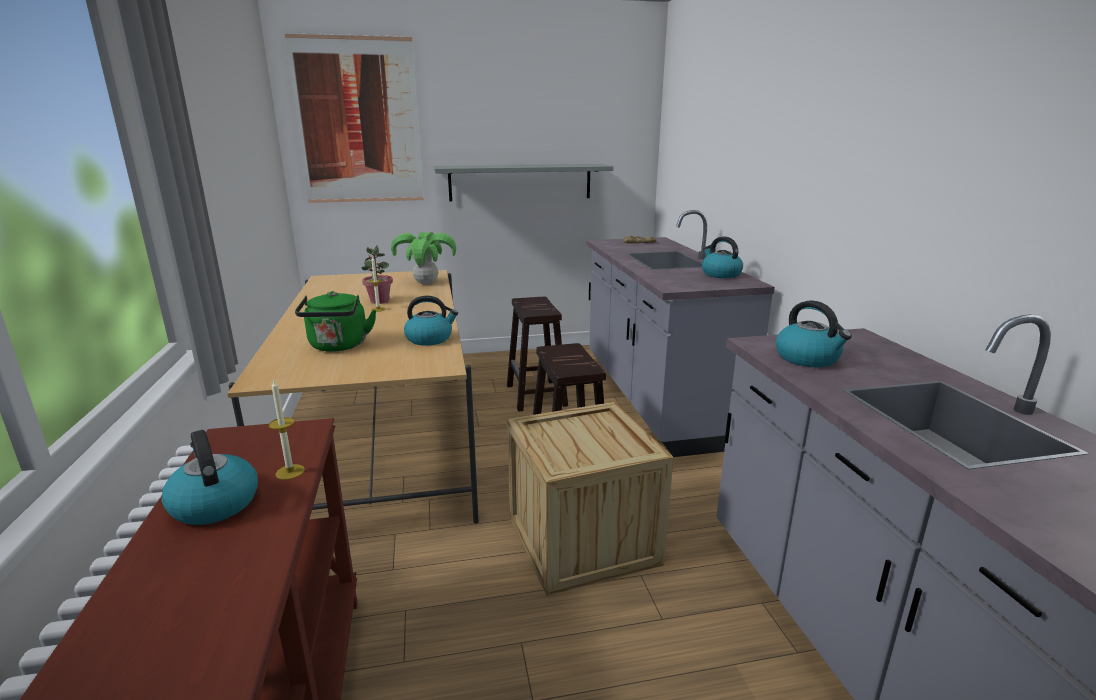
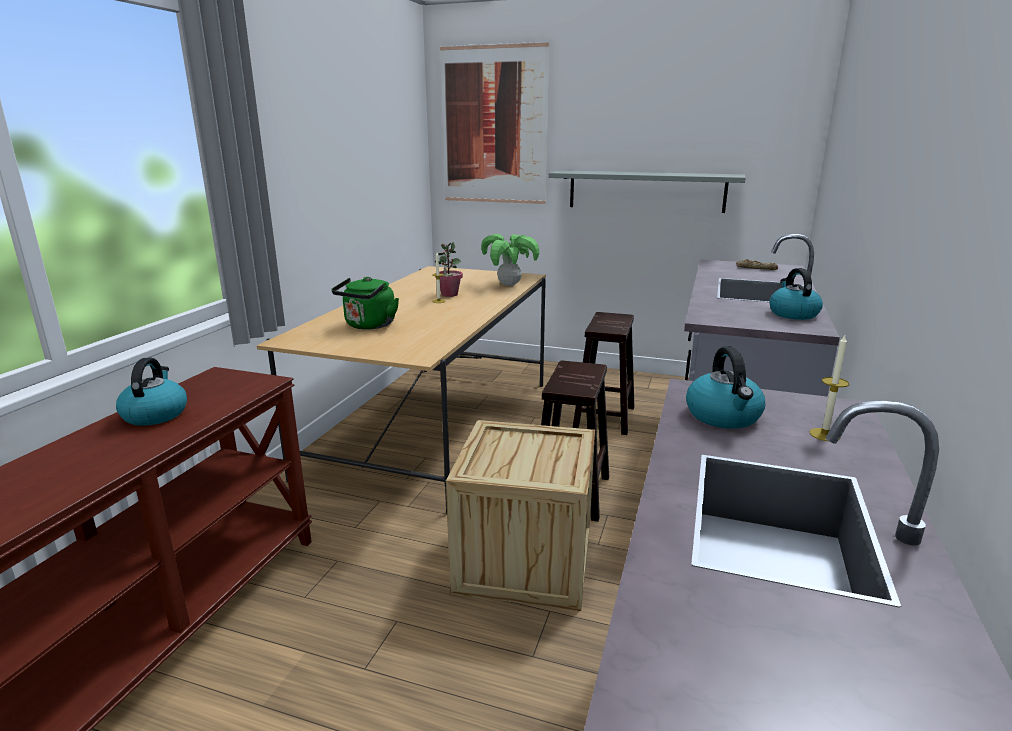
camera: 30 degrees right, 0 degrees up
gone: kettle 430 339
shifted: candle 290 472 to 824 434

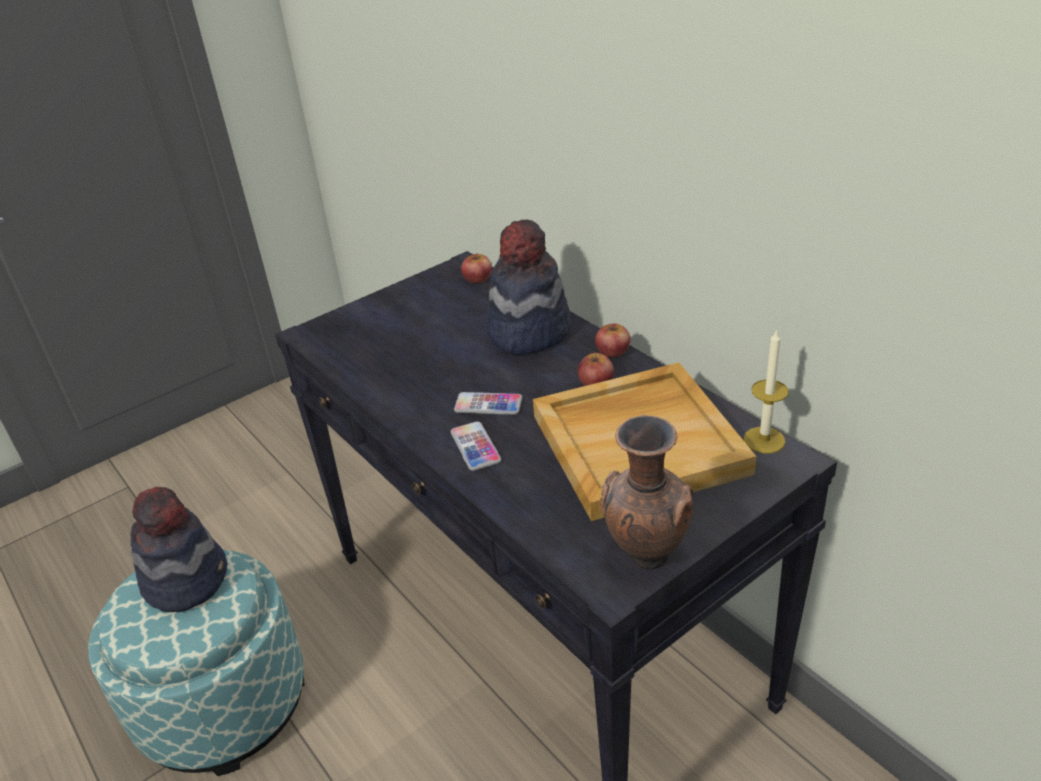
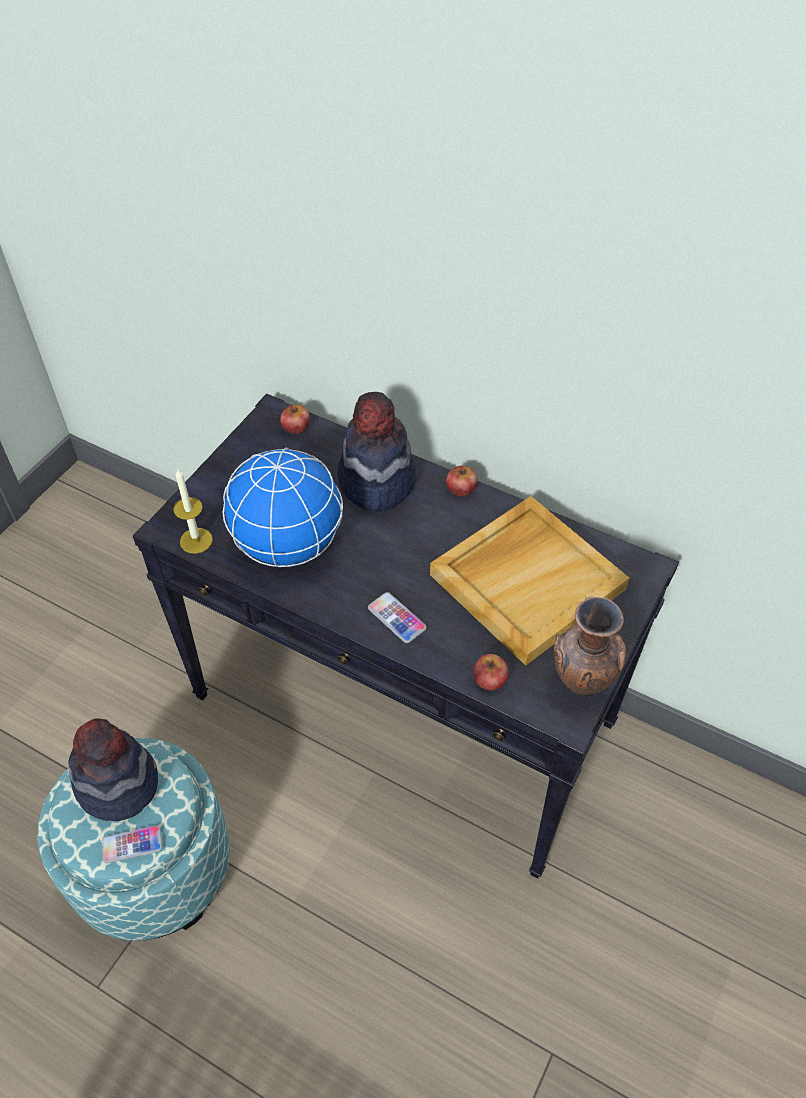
camera: 25 degrees left, 15 degrees up
new: globe 288 544
shifted: phone 488 405 to 132 844; apple 596 382 to 489 679; candle 764 440 to 196 540

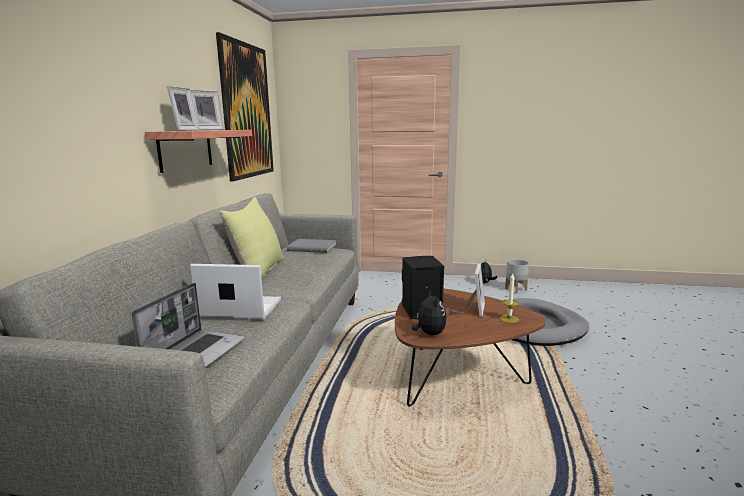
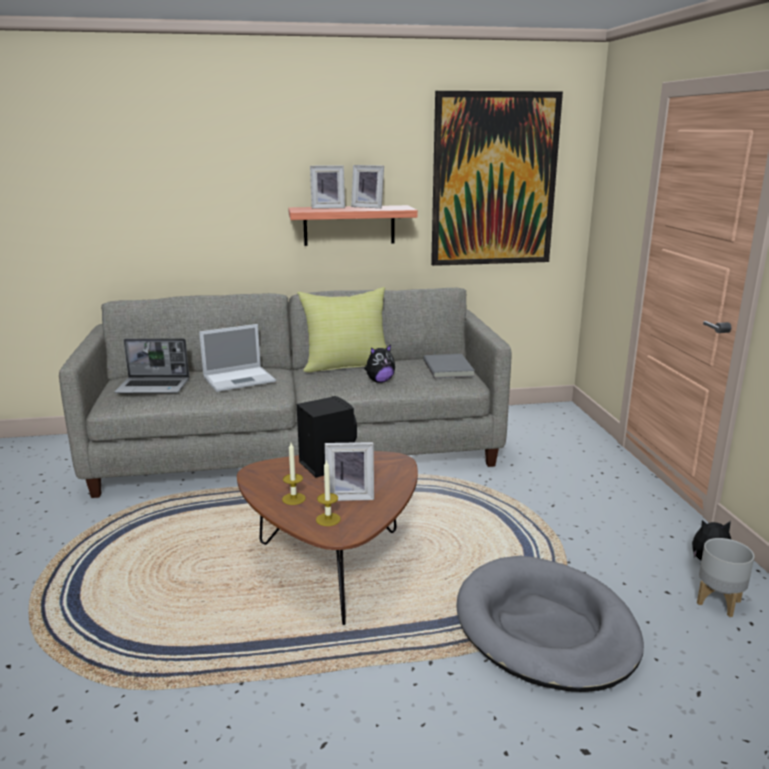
camera: 70 degrees right, 5 degrees up
new: candle 293 499
shifted: plush toy 429 334 to 379 381
rotated: laptop 239 308 = 240 379 75 degrees clockwise

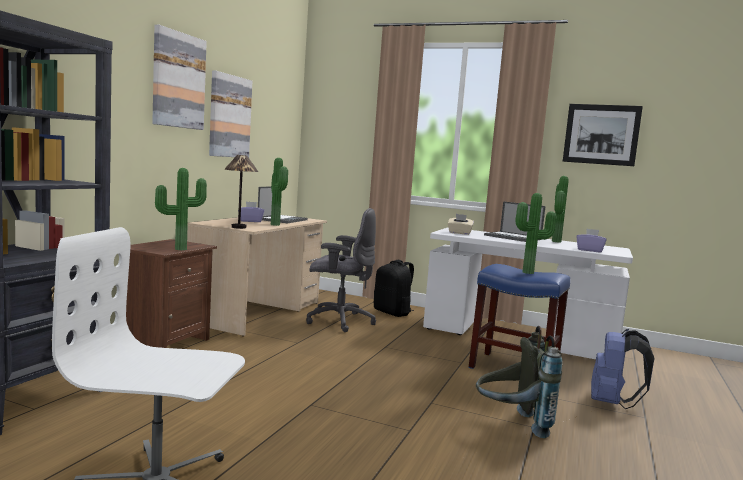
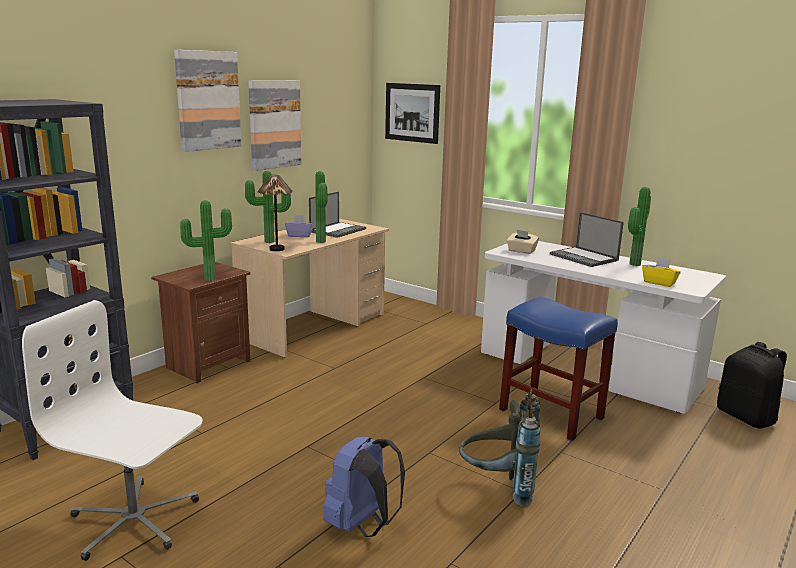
camera: 15 degrees right, 10 degrees up
gone: grey office chair 339 321
shifted: black backpack 393 313 to 747 417; potted plant 529 273 to 269 242; picture 601 134 to 412 112; blue backpack 612 403 to 362 525
repainted: purple tissue box 589 250 to yellow tissue box 659 283

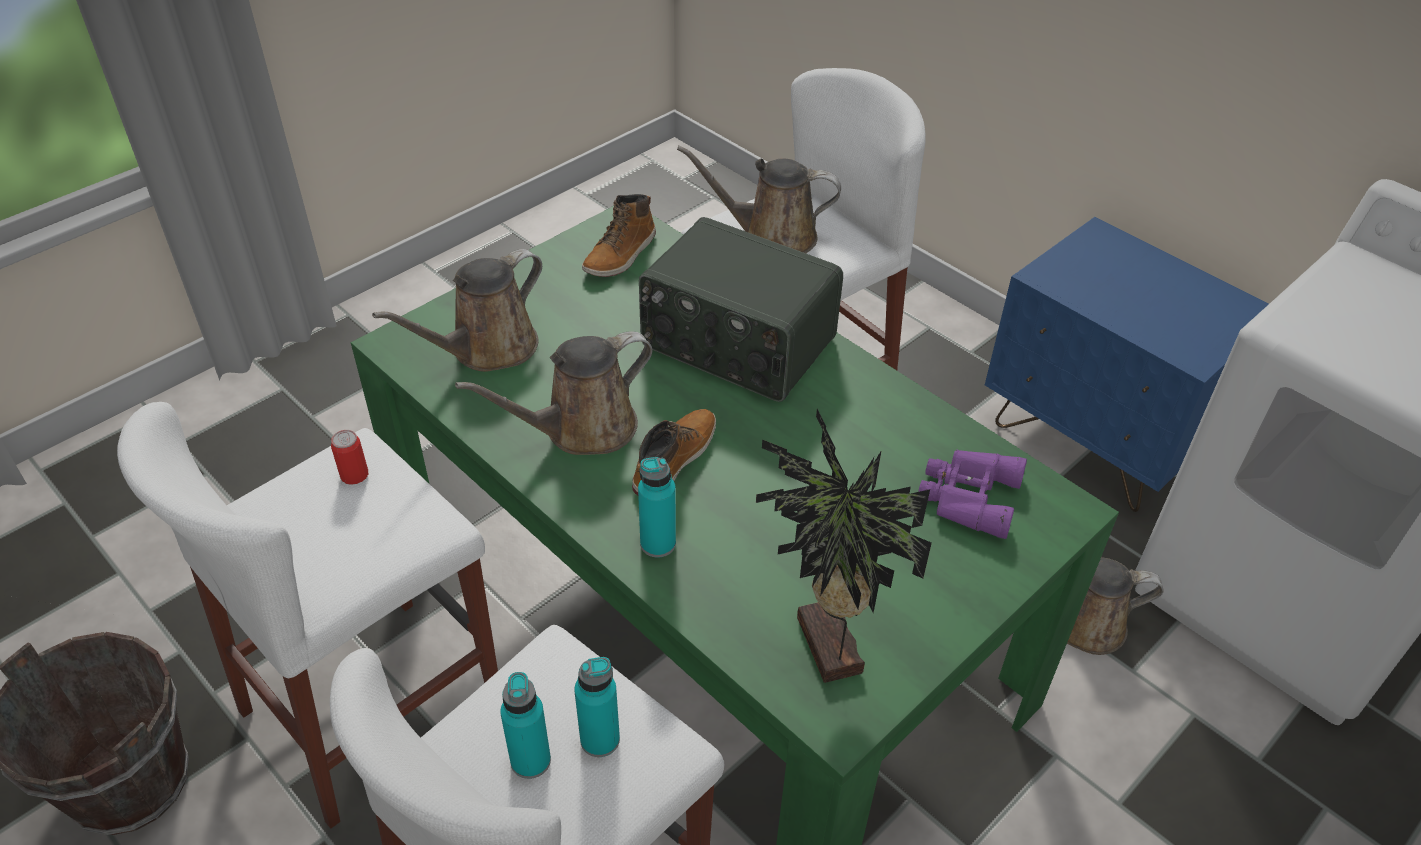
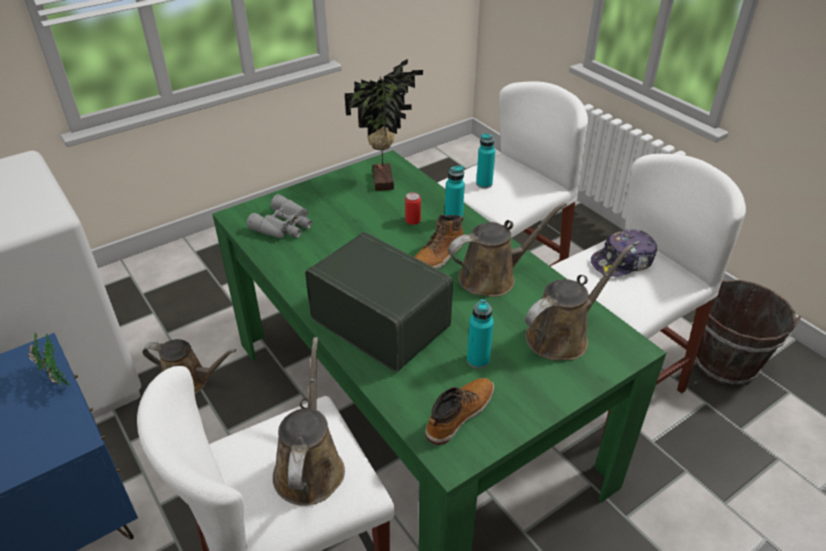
camera: 170 degrees left, 5 degrees down
new: potted plant 57 381; cap 623 262
shifted: can 354 475 to 412 220; turquoise bottle 530 760 to 478 360
repainted: purple binoculars 967 496 to grey binoculars 285 225
rotated: brown watering can 771 236 = 310 466 105 degrees counterclockwise

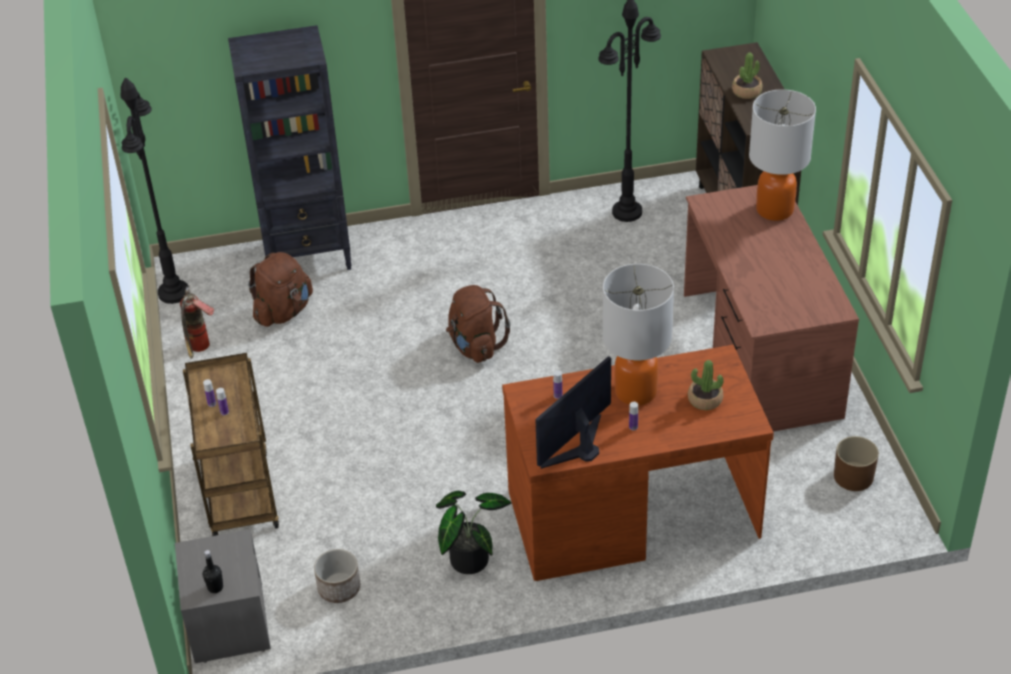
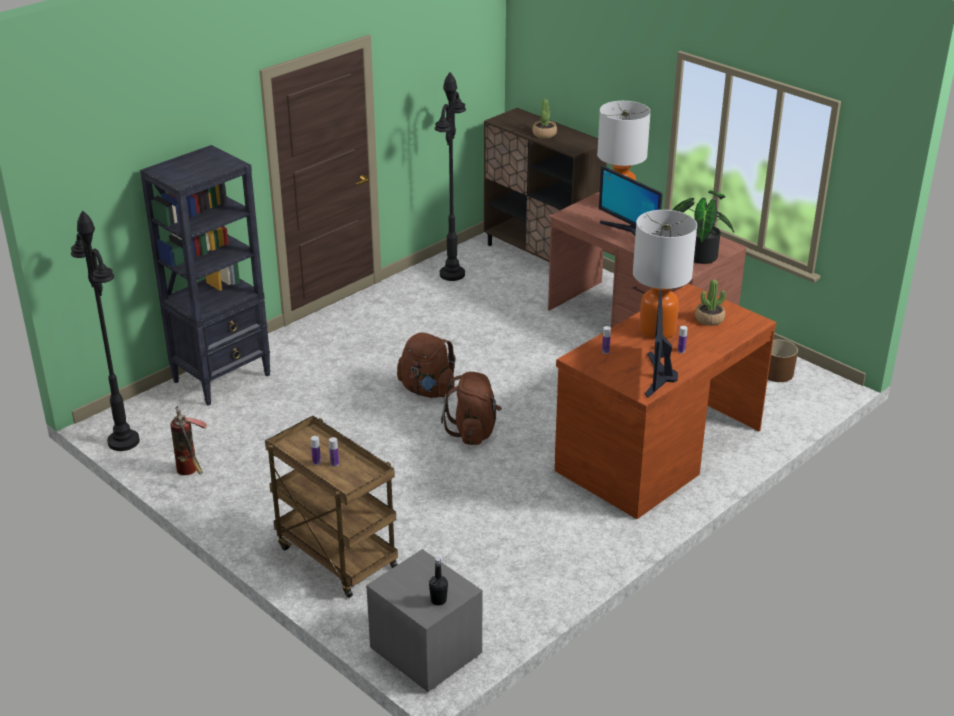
camera: 35 degrees left, 10 degrees down
gone: planter 338 588
new: monitor 629 232
shifted: brown backpack 283 312 to 473 432; potted plant 469 556 to 699 255

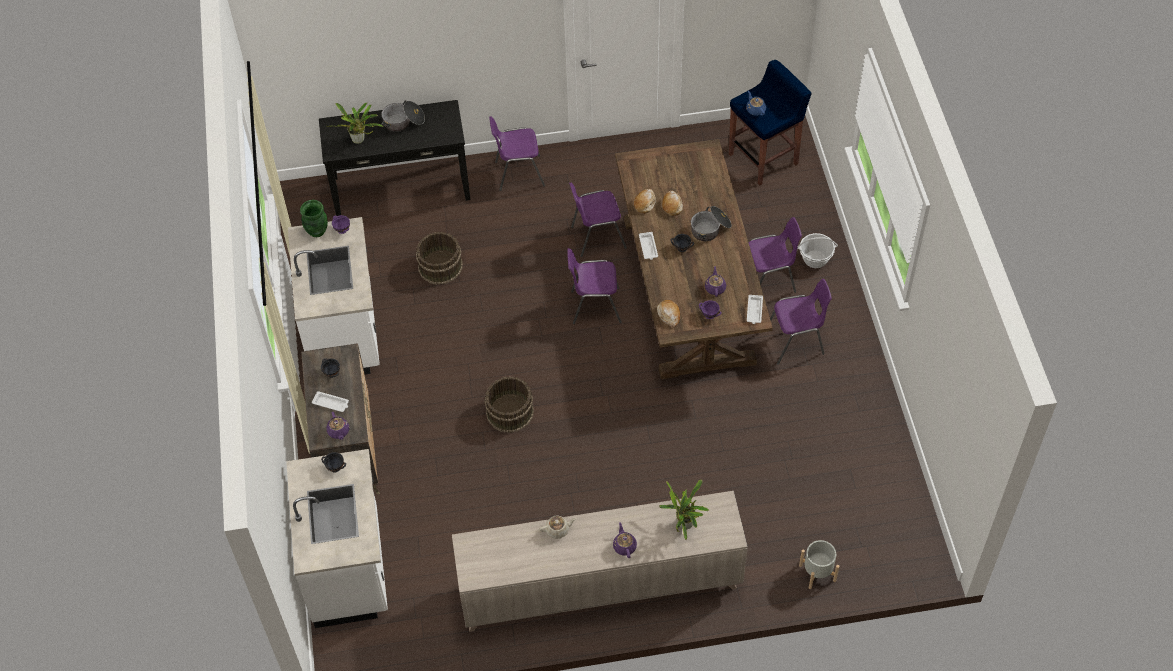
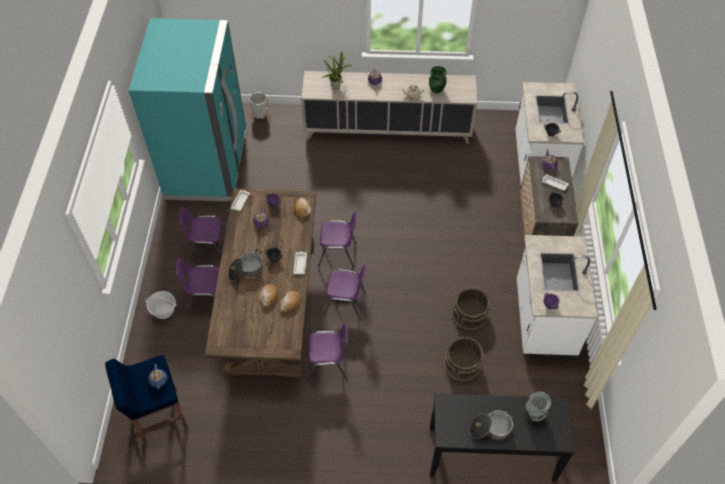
camera: 170 degrees left, 0 degrees up
new: turquoise fridge 207 165
shifted: green vase 316 231 to 436 90; brown bucket 509 412 to 470 314; purple chair 518 173 to 338 255
swapped: potted plant 359 140 to grey vase 534 415

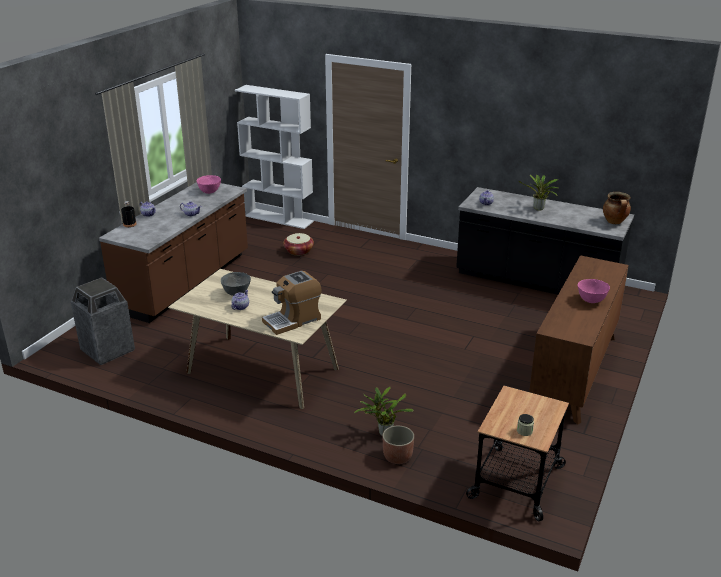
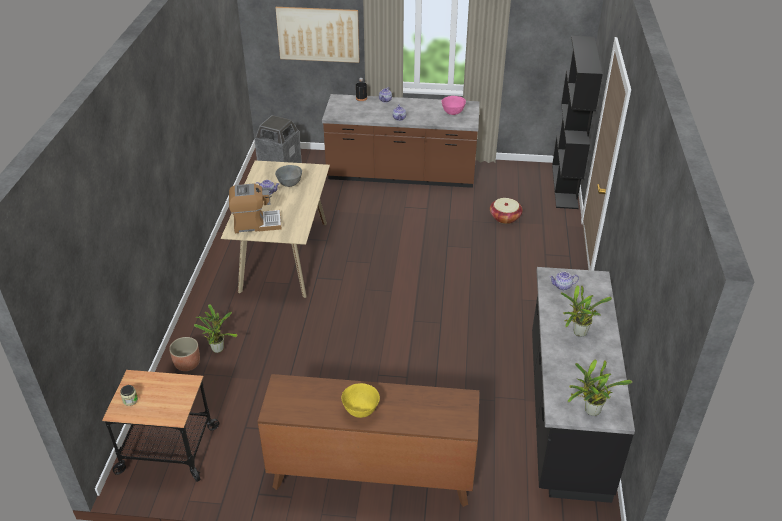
camera: 70 degrees right, 10 degrees up
new: picture 318 34
swapped: cooking pot 615 222 to potted plant 589 411
repainted: white bookcase 279 218 to black bookcase 565 186; pink bowl 591 300 to yellow bowl 361 410
rotated: coffee machine 293 320 = 256 223 135 degrees clockwise

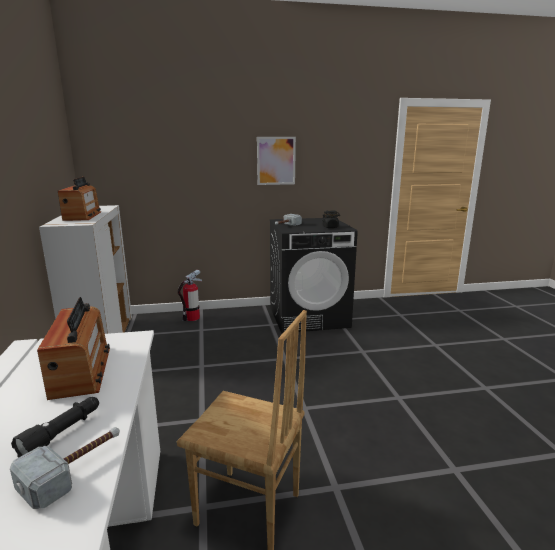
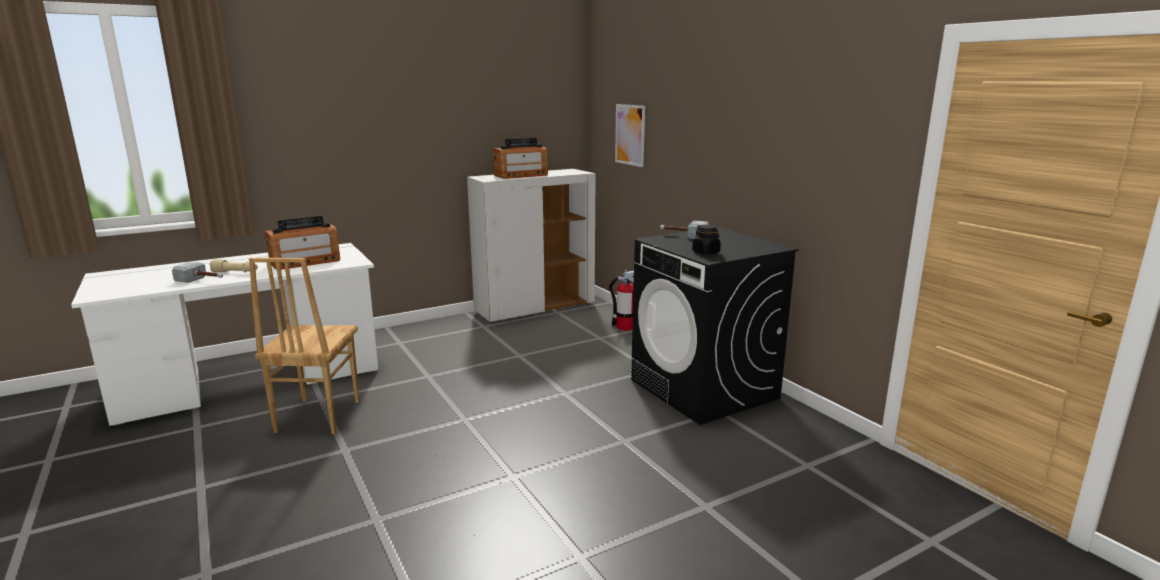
camera: 70 degrees right, 0 degrees up
shifted: picture 276 161 to 630 135
repainted: black flashlight 62 433 to beige flashlight 235 272

